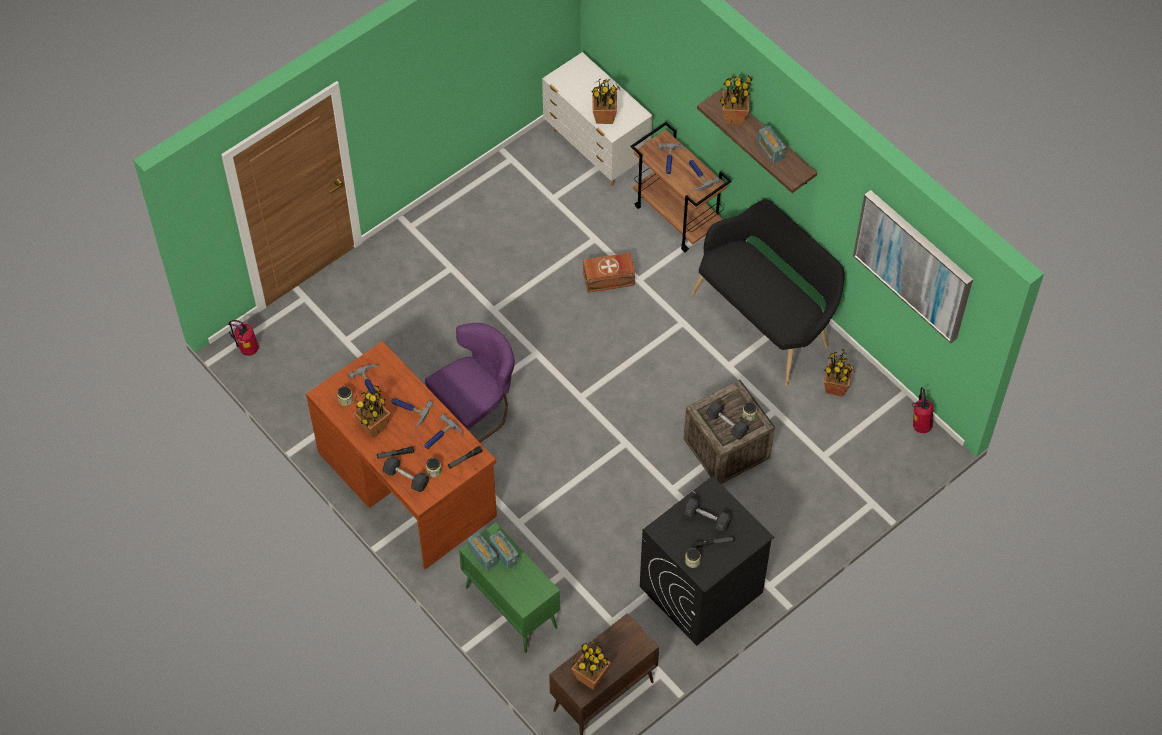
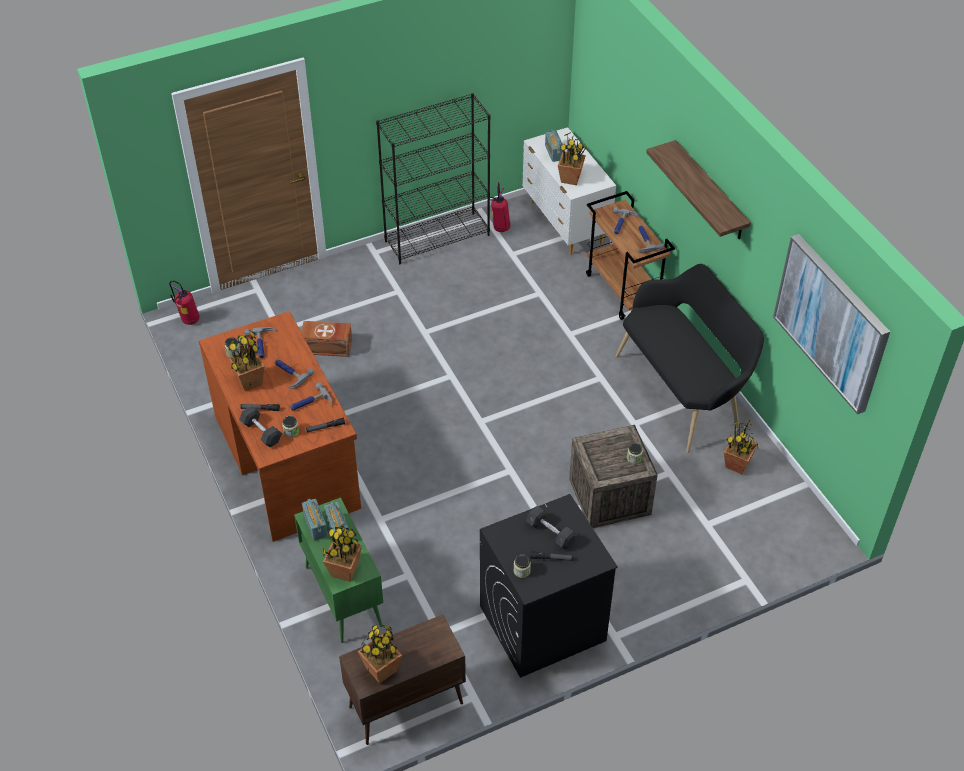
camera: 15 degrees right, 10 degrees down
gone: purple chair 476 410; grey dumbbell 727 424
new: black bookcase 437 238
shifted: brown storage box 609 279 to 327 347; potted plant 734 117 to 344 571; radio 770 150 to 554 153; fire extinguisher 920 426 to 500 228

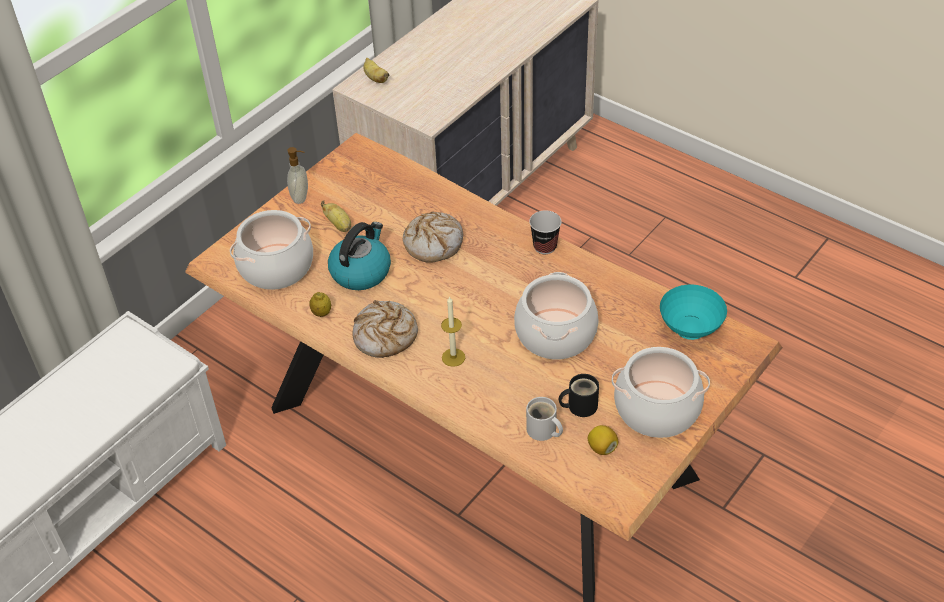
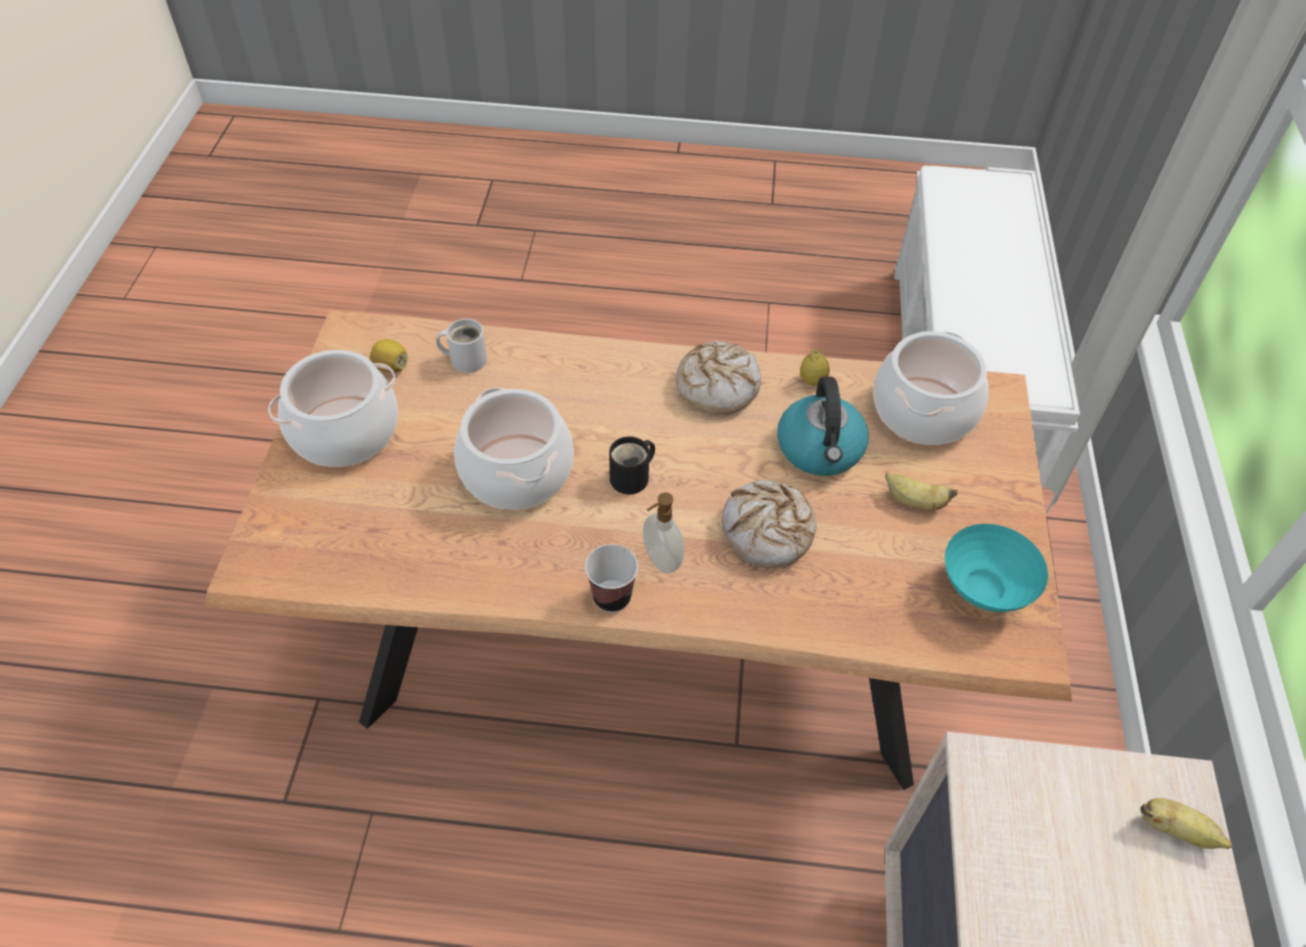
camera: 145 degrees right, 5 degrees up
gone: candle 453 357
shifted: soap dispenser 301 197 to 660 560; black mug 579 405 to 633 477; turquoise bowl 690 329 to 984 592

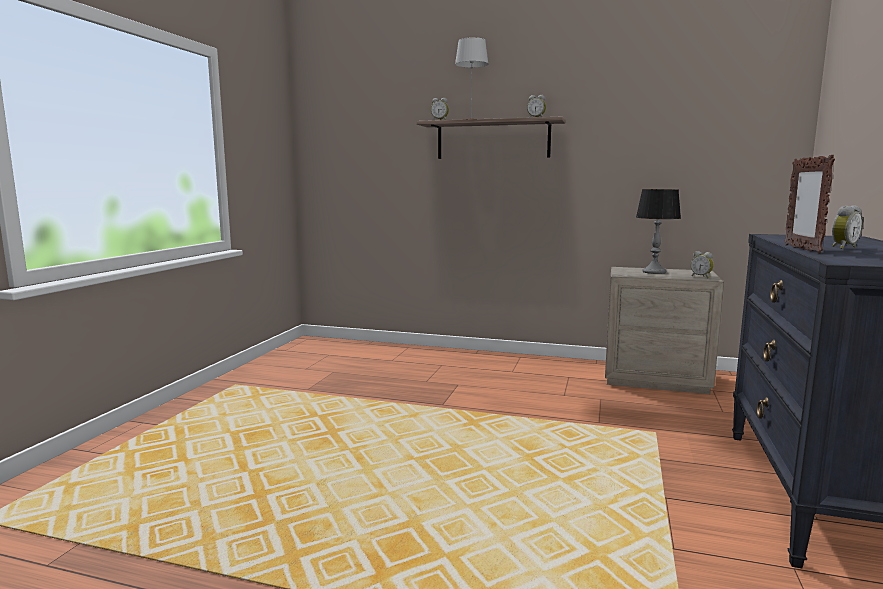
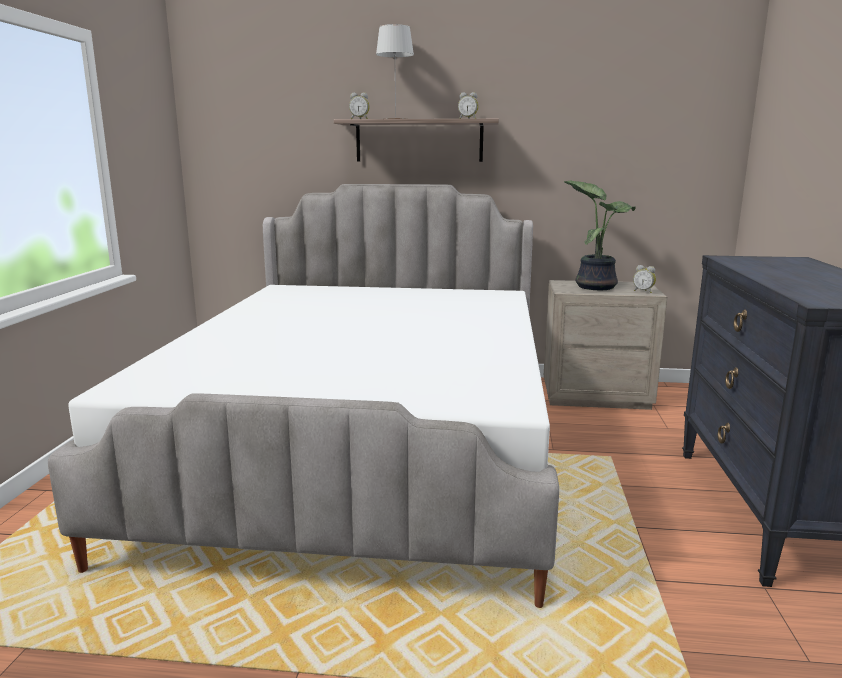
camera: 10 degrees left, 5 degrees up
gone: picture frame 802 249; alarm clock 842 247
new: bed 365 448
swapped: table lamp 654 272 to potted plant 595 286

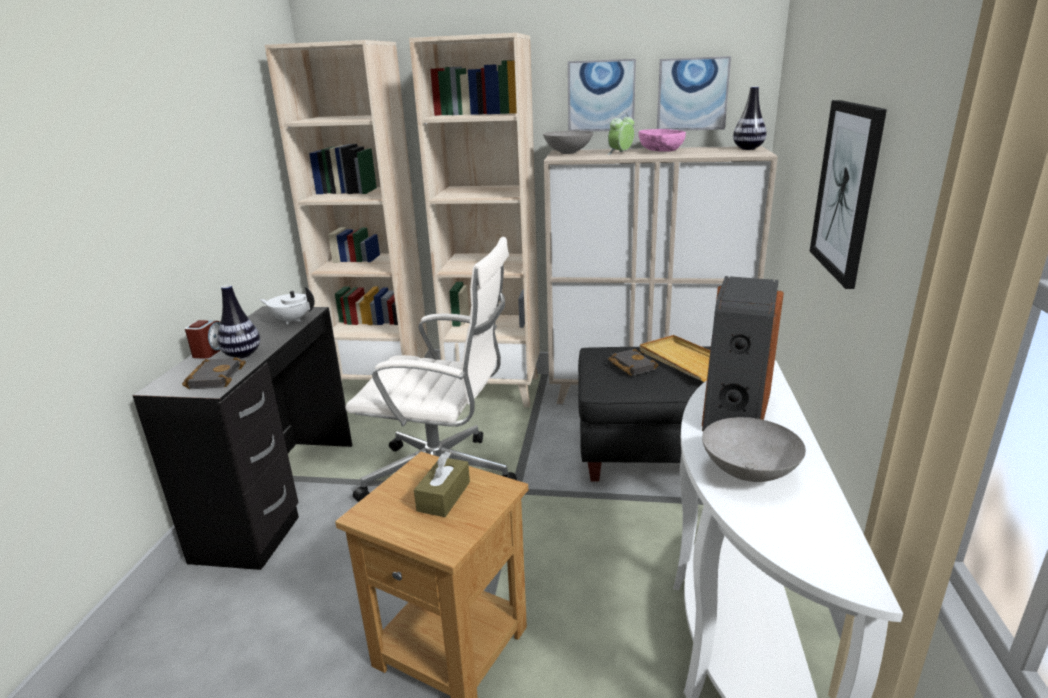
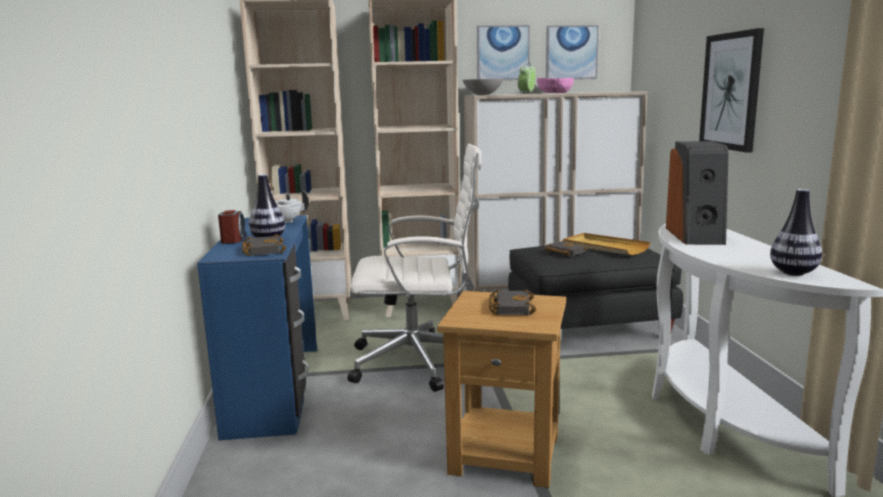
camera: 15 degrees left, 10 degrees down
gone: grey bowl 747 472
shifted: vase 748 149 to 793 273
swapped: brown tissue box 444 496 to black book 509 307
repainted: black desk 282 497 to blue desk 276 389

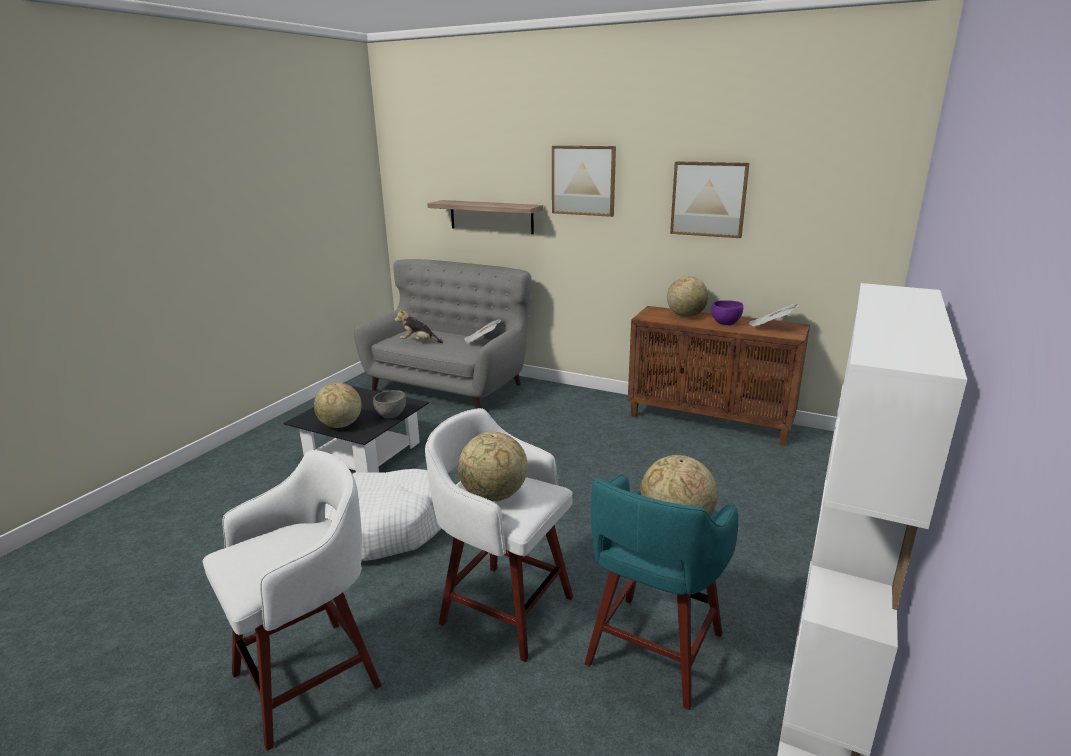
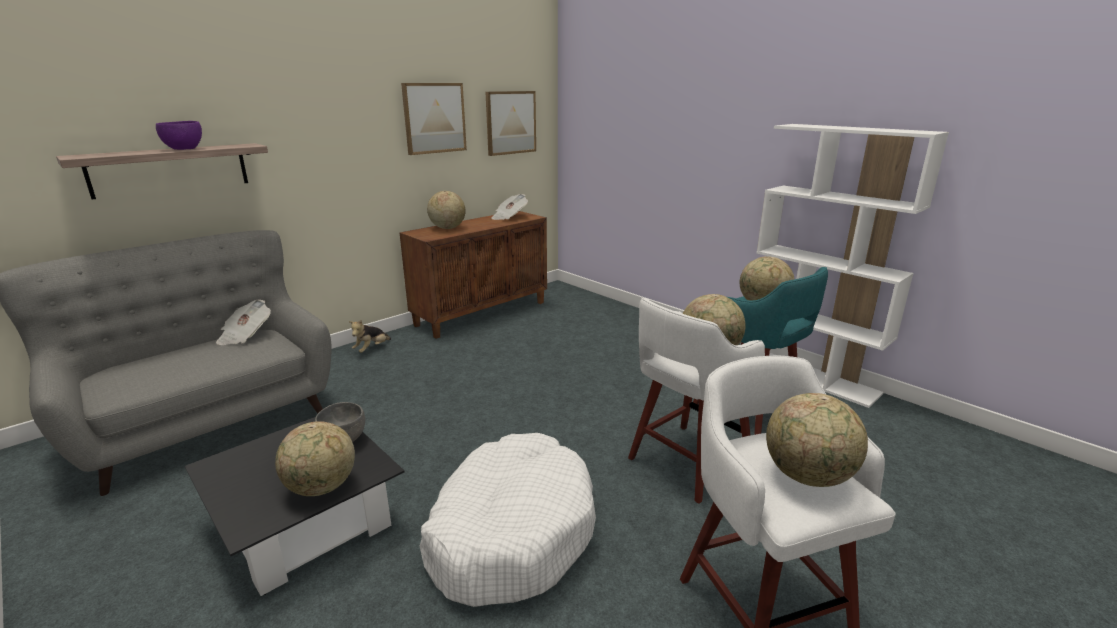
camera: 70 degrees left, 0 degrees up
new: globe 808 477
shifted: plush toy 419 342 to 371 349; picture 583 180 to 510 122; purple bowl 725 323 to 184 149

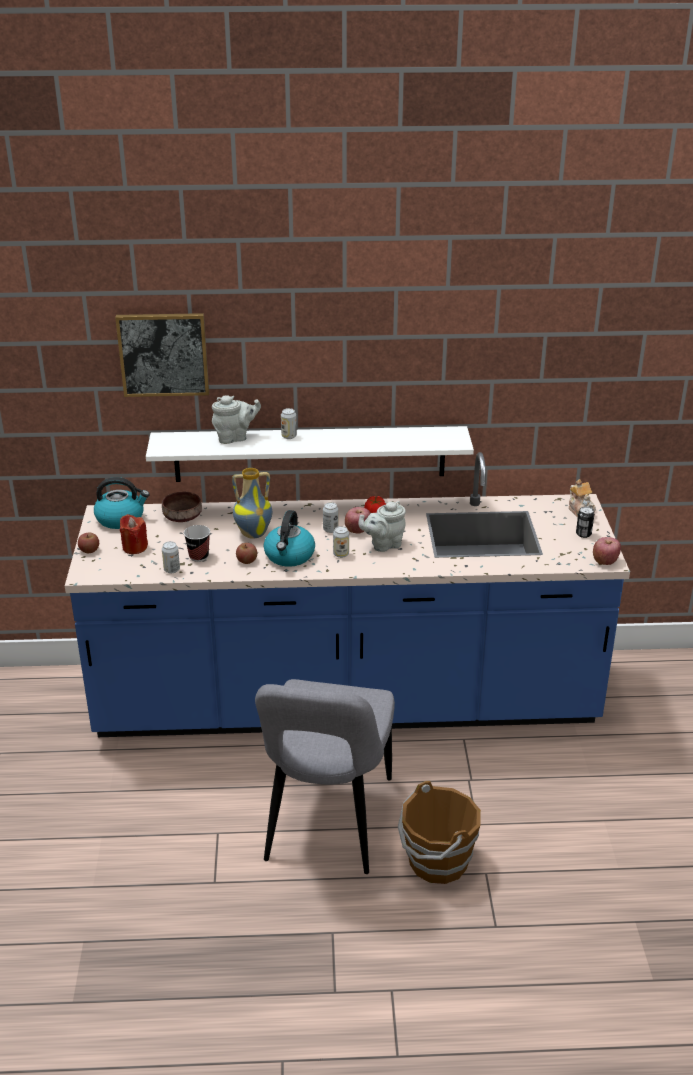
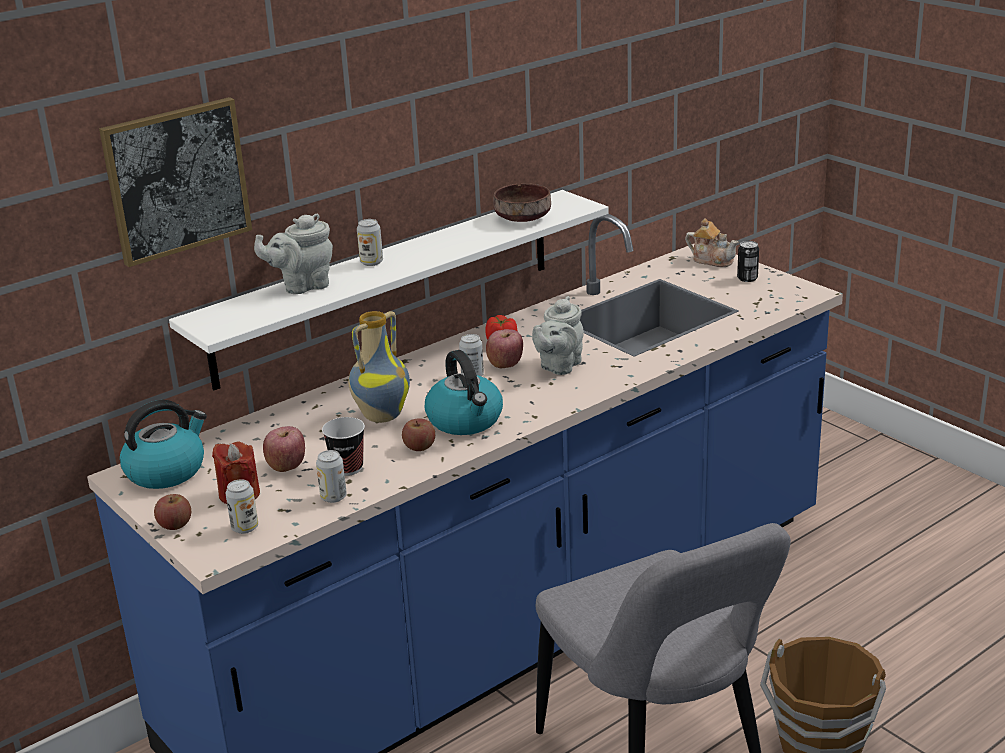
camera: 35 degrees left, 5 degrees down
shifted: brown bowl 181 517 to 522 218; can 341 554 to 245 528; apple 605 561 to 286 466
rotated: grey teapot 235 438 = 302 286 150 degrees counterclockwise

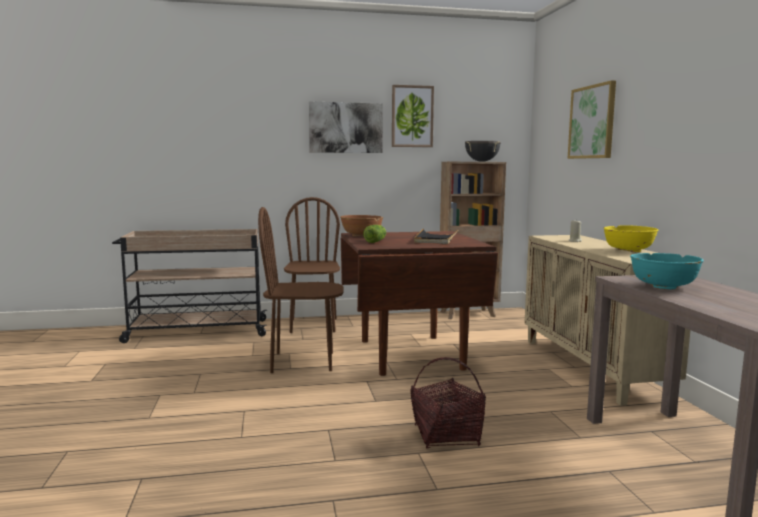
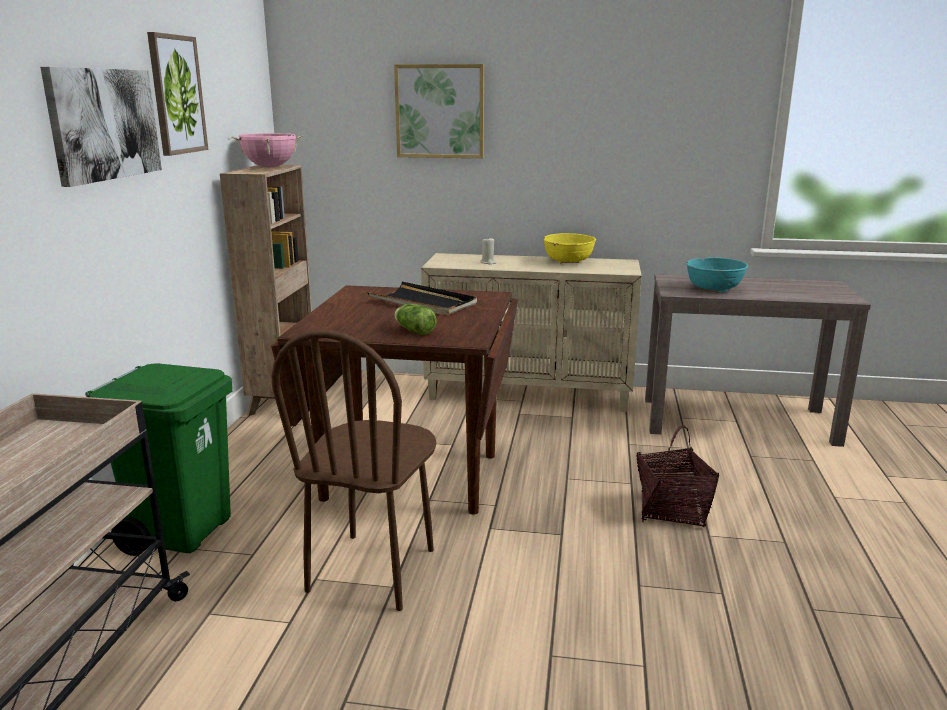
camera: 70 degrees left, 10 degrees up
gone: brown bowl 361 236
swapped: brown chair 313 325 to green trash can 182 531
repainted: black cooking pot 482 161 to pink cooking pot 270 167

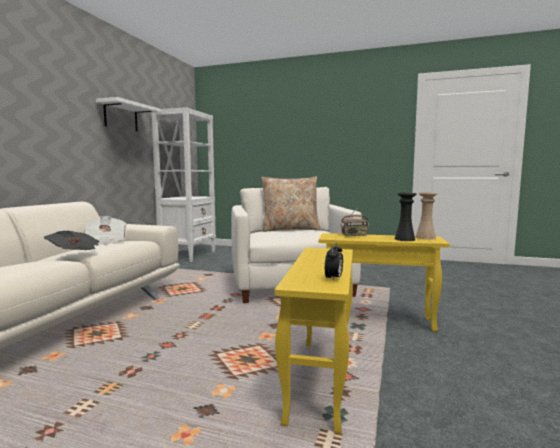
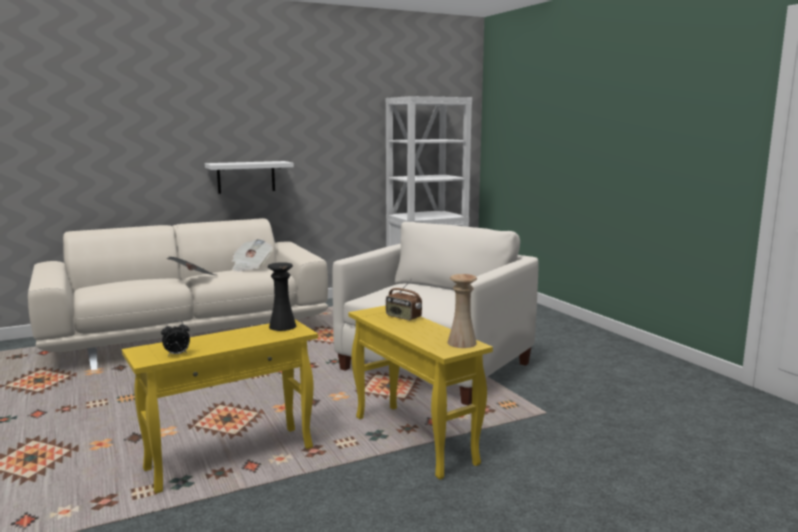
camera: 45 degrees right, 5 degrees up
gone: beige pillow 290 229
shifted: white shelf 121 116 to 246 177; black vase 404 239 to 282 326

